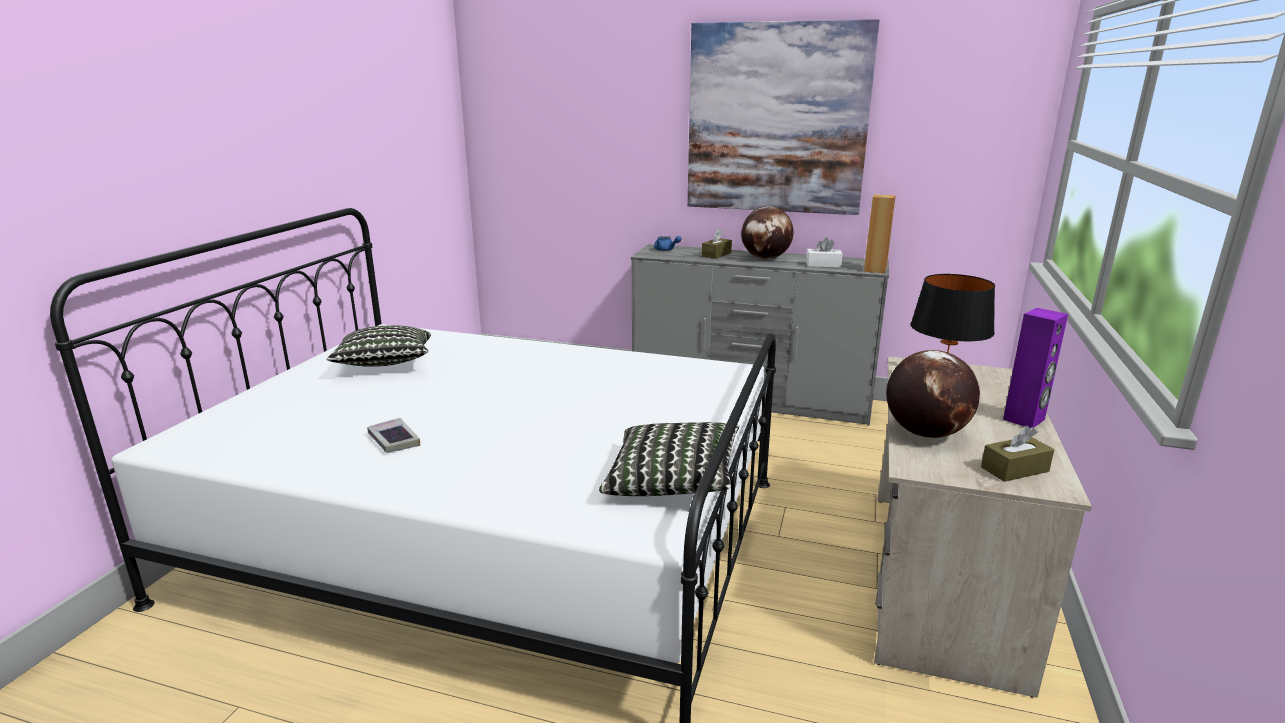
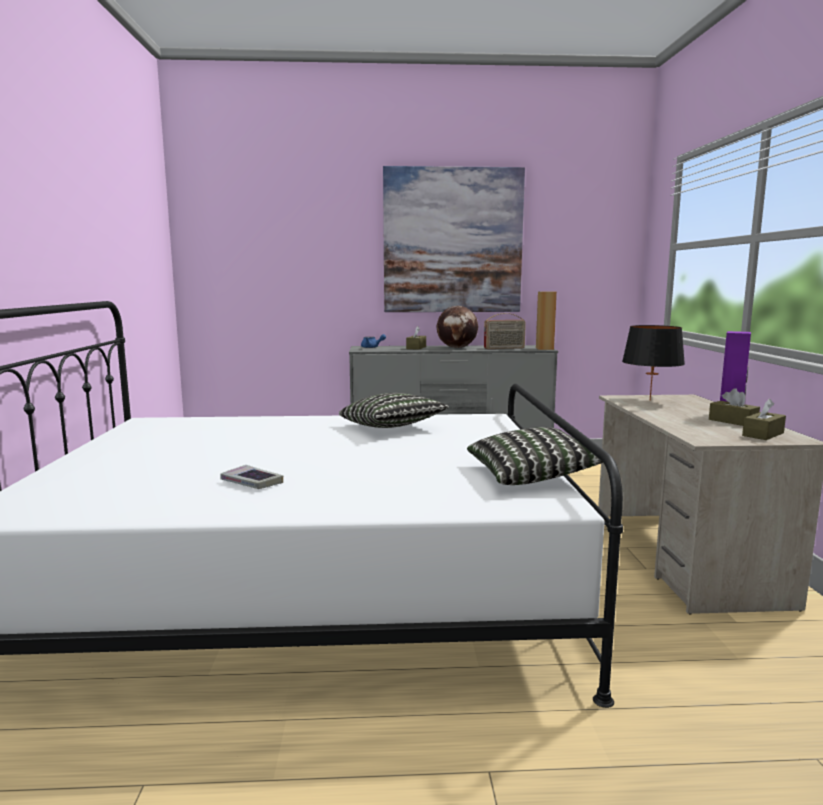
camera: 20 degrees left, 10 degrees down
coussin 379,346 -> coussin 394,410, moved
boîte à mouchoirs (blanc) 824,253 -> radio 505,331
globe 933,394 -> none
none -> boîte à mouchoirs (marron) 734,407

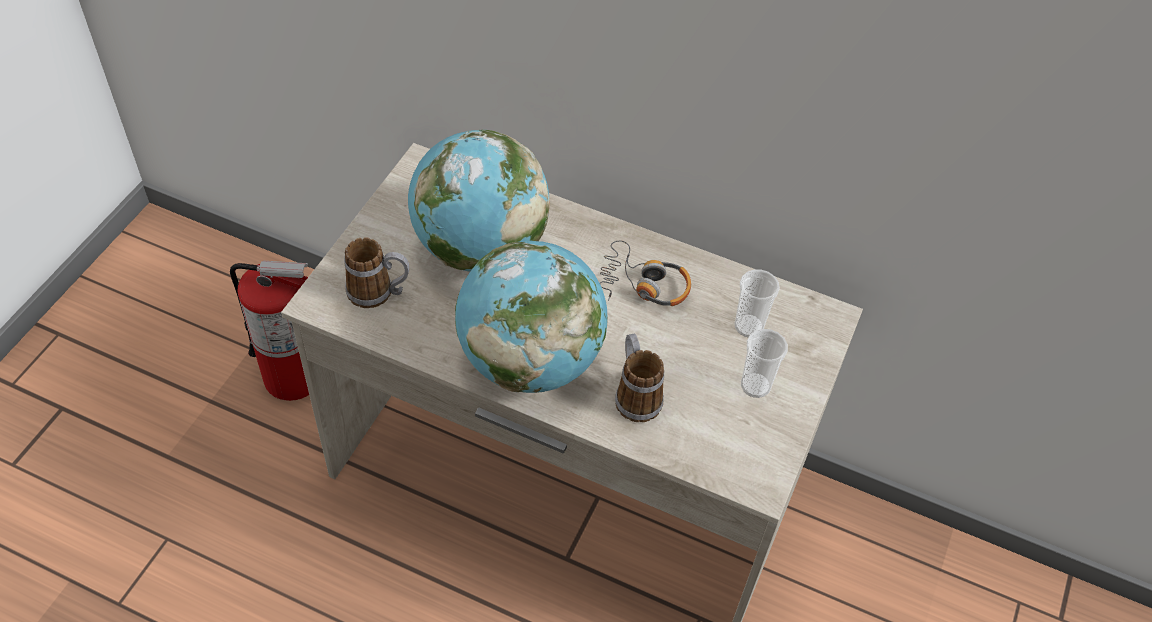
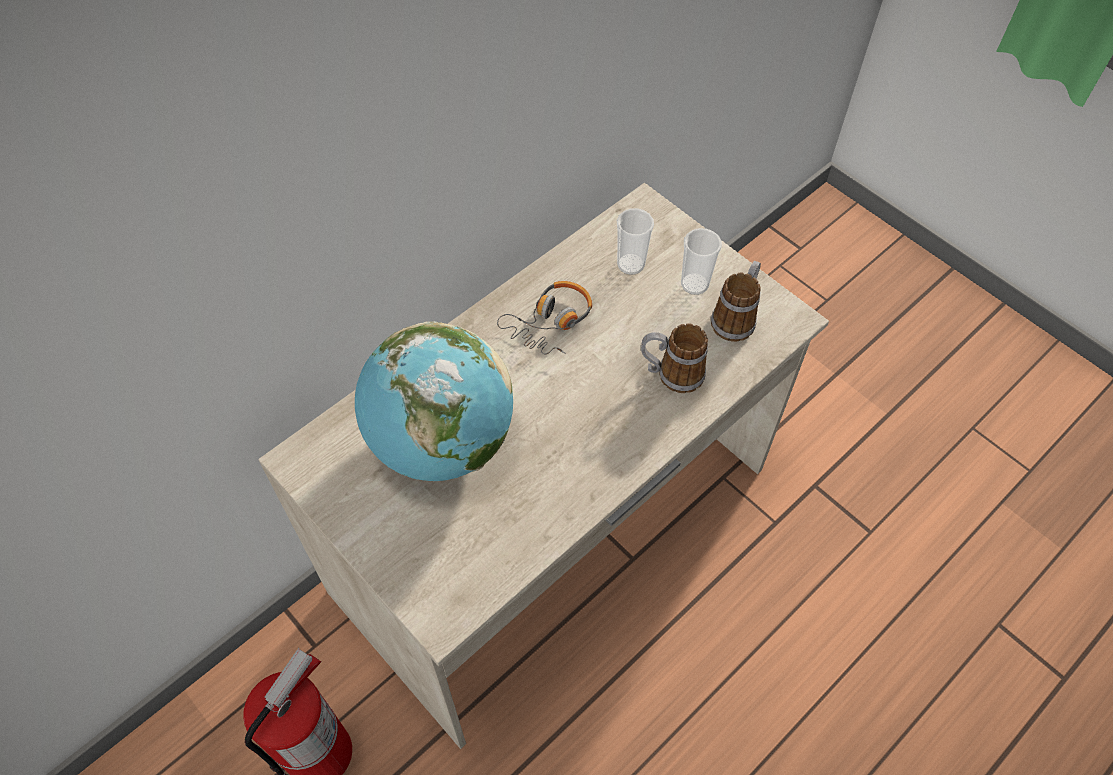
camera: 65 degrees left, 5 degrees up
mug 377,272 -> mug 736,301, moved
globe 531,317 -> none

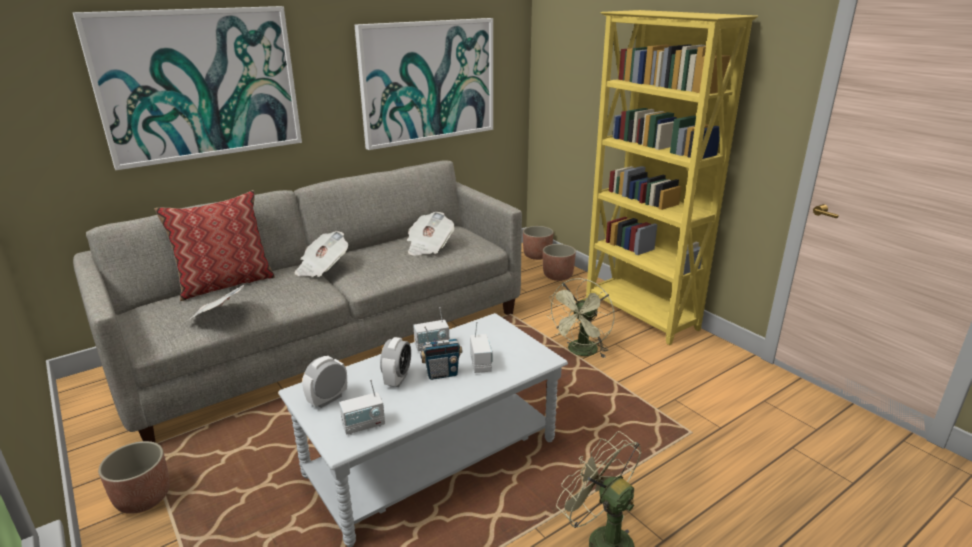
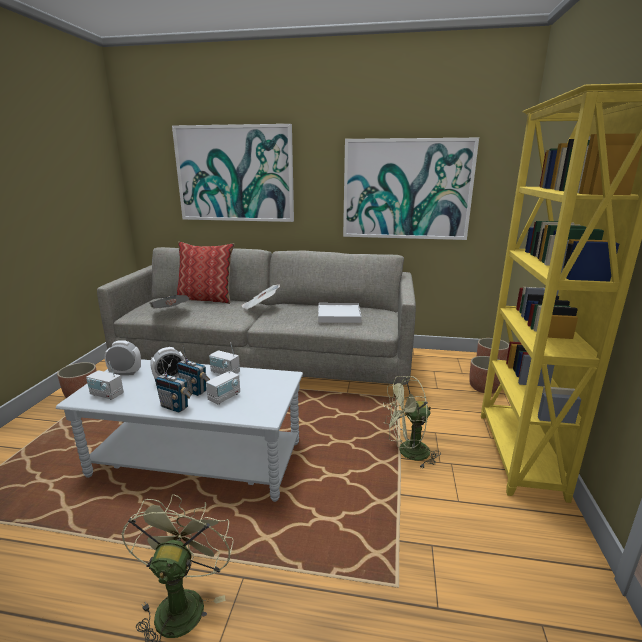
camera: 45 degrees right, 5 degrees down
journal 431,233 -> plateau (blanc) 340,313
none -> radio 173,386

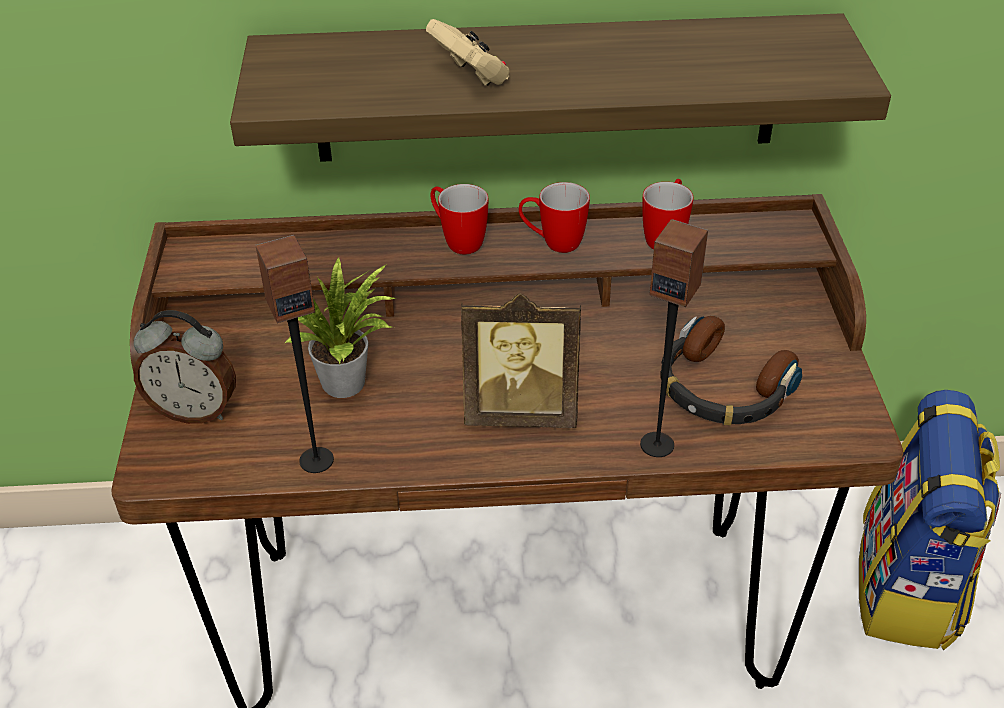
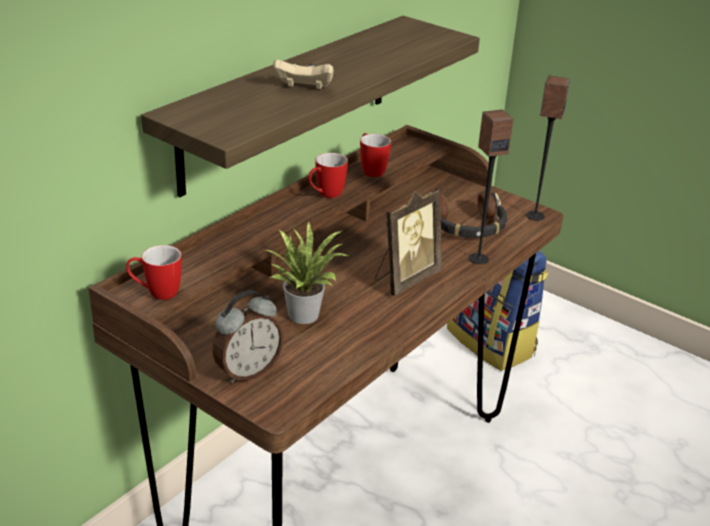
camera: 50 degrees left, 10 degrees down
enceinte 295,354 -> enceinte 548,148, moved
mug 459,219 -> mug 154,272, moved

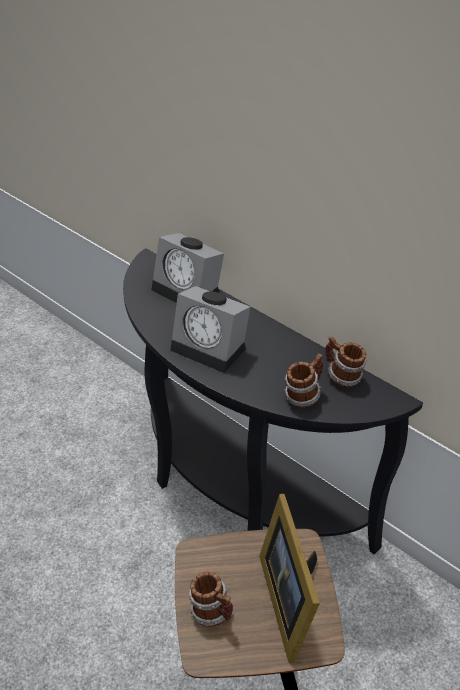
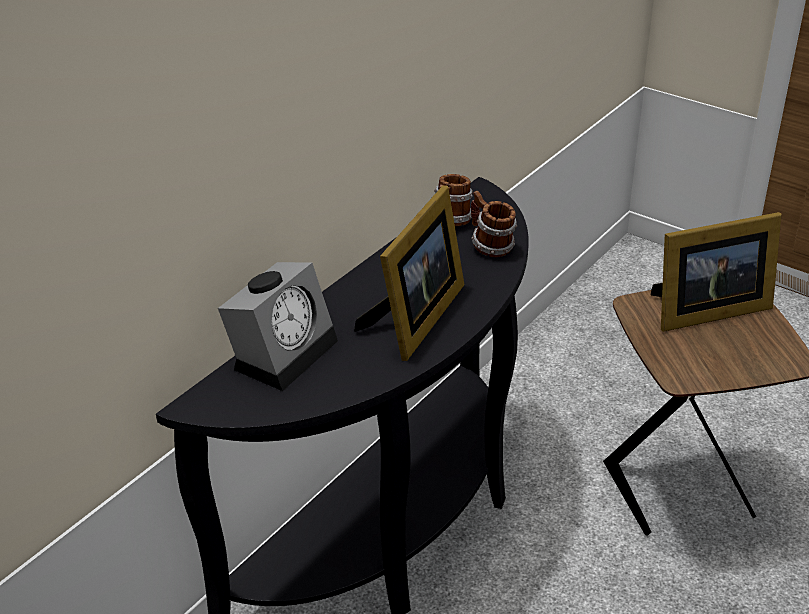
camera: 95 degrees left, 5 degrees down
réveil 210,329 -> cadre photo 409,273
mug 211,599 -> none

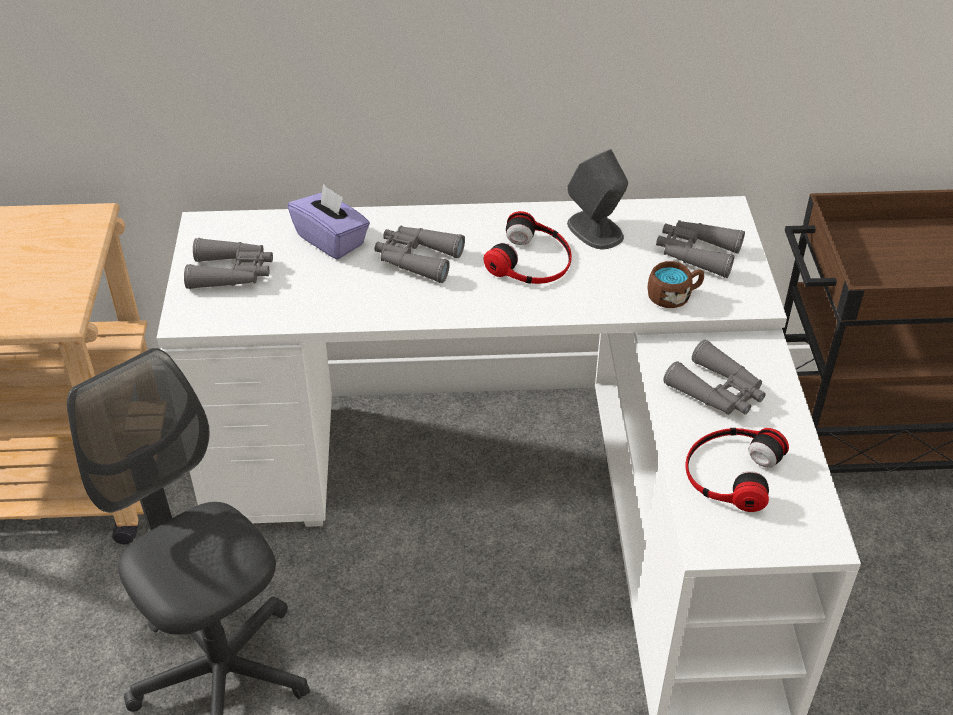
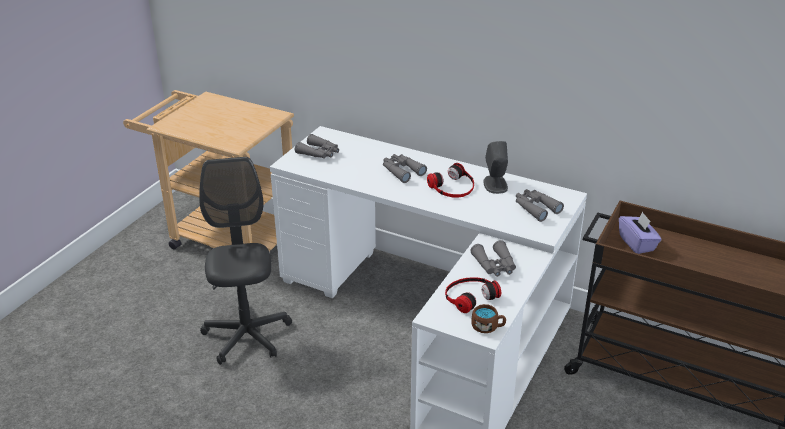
camera: 30 degrees right, 10 degrees down
boîte à mouchoirs (violet) 329,222 -> boîte à mouchoirs (violet) 640,232, moved
mug (marron) 676,284 -> mug (marron) 488,318, moved

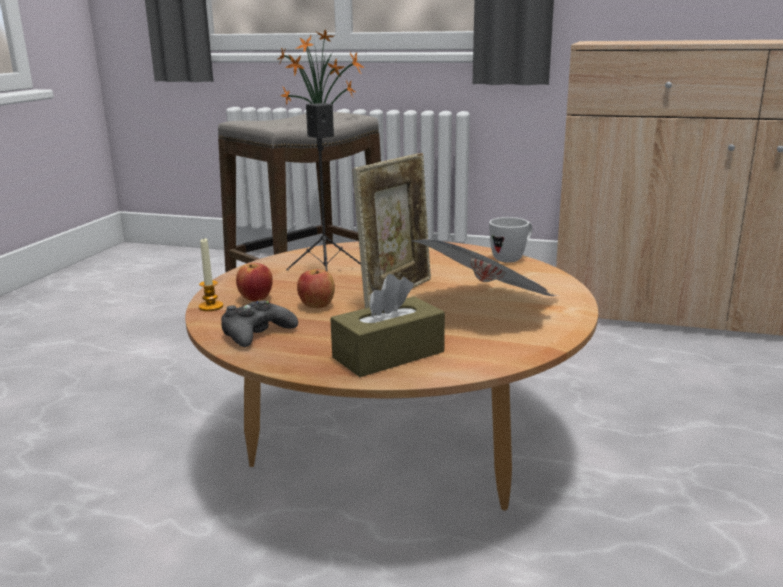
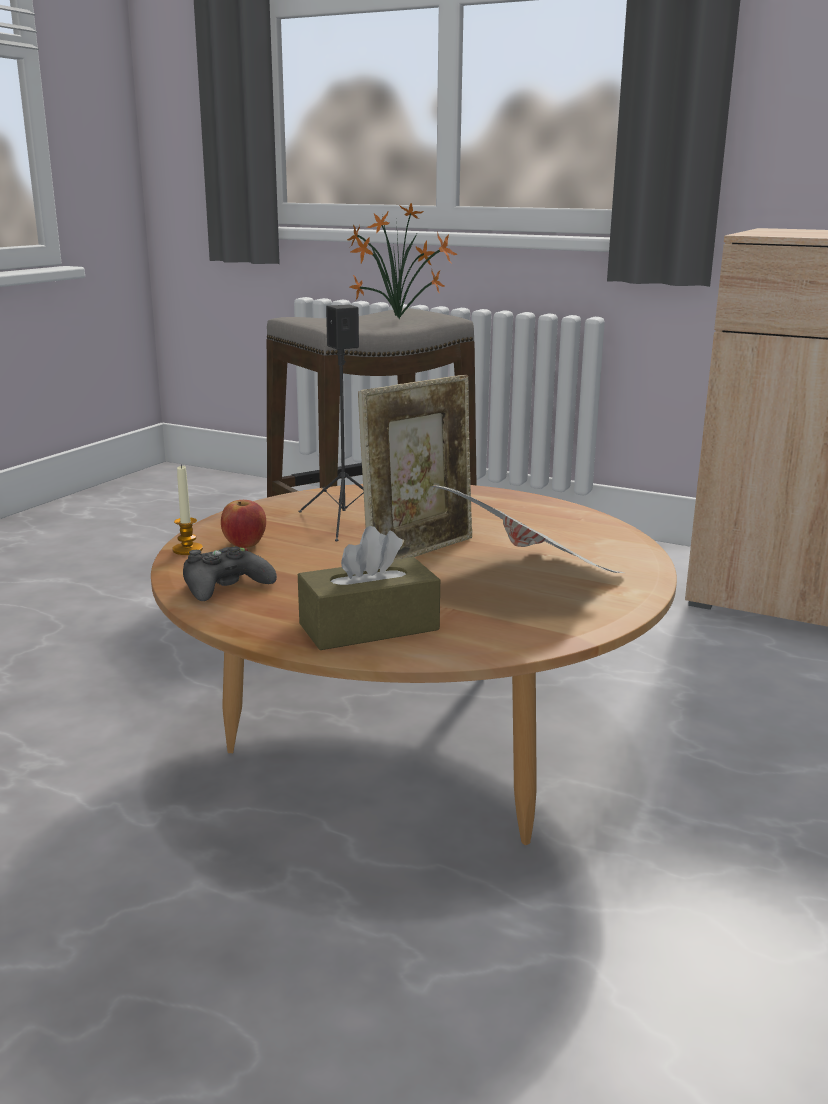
camera: 10 degrees right, 0 degrees up
pomme 316,288 -> none
mug (blanc) 511,240 -> none

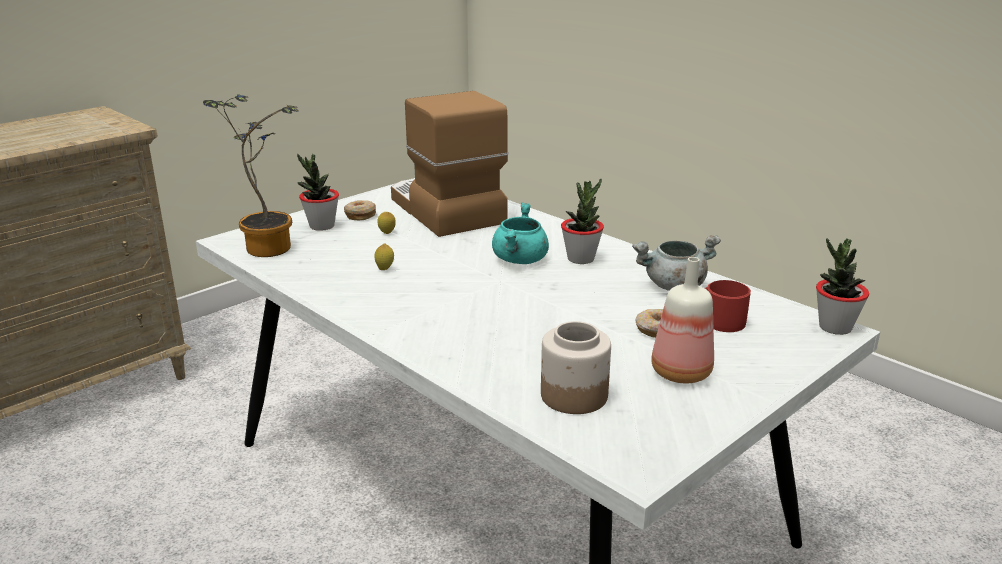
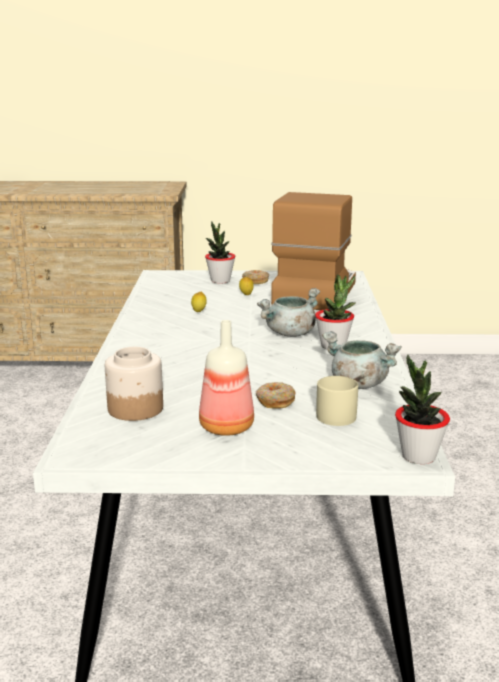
camera: 45 degrees right, 5 degrees down
plante en pot 250,175 -> none
marmite (turquoise) 520,233 -> marmite (gris) 288,312
mug (rouge) 728,306 -> mug (beige) 337,401

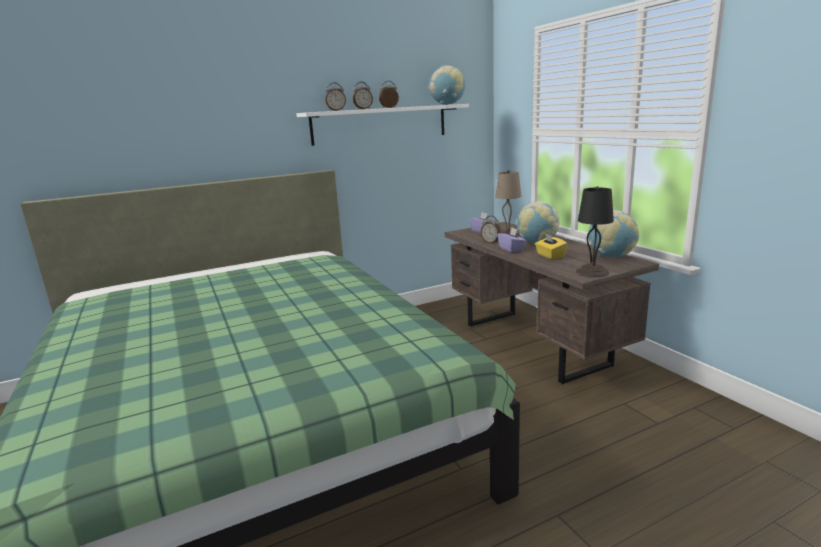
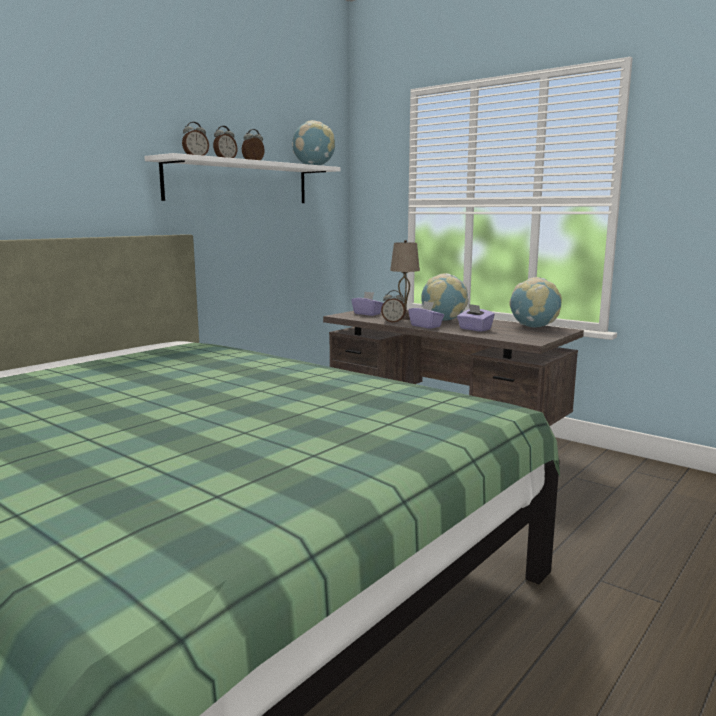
camera: 25 degrees left, 5 degrees down
boîte à mouchoirs (jaune) 551,246 -> boîte à mouchoirs (violet) 476,318
lampe de table (noir) 595,231 -> none

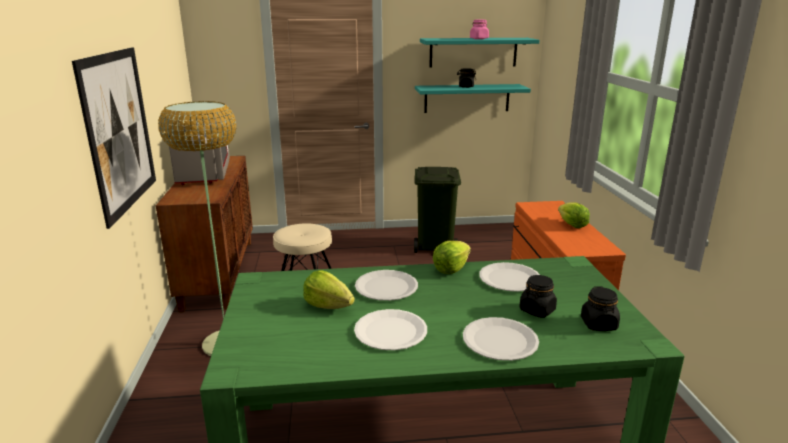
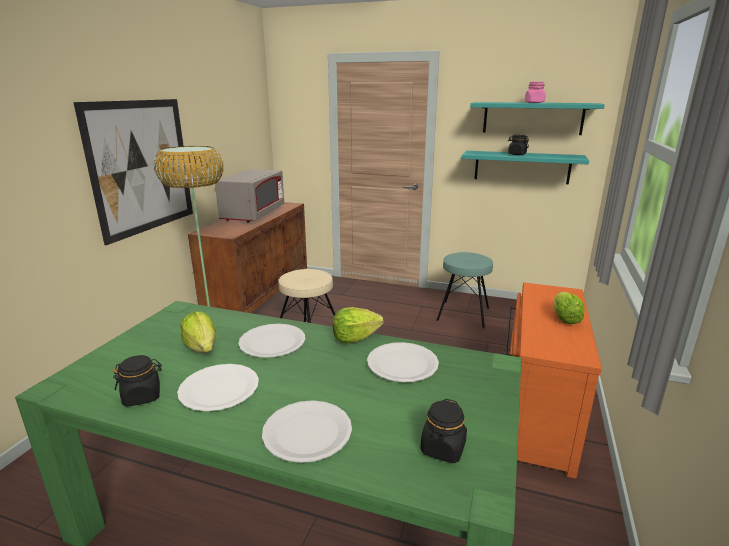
camera: 25 degrees right, 0 degrees up
poubelle (vert) 437,210 -> tabouret (turquoise) 464,290
bocal (noir) 538,296 -> bocal (noir) 137,381, moved

